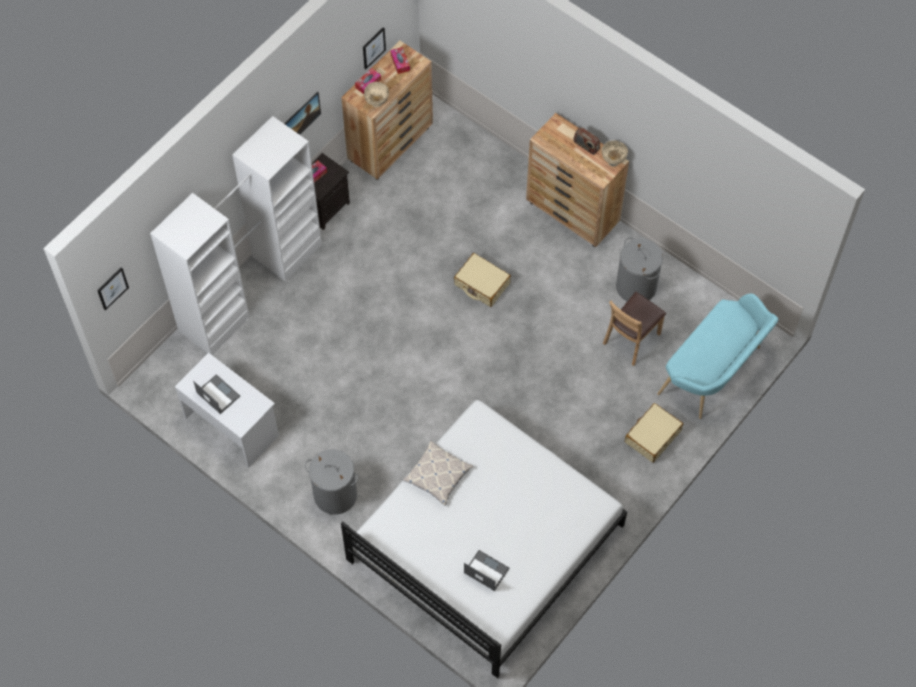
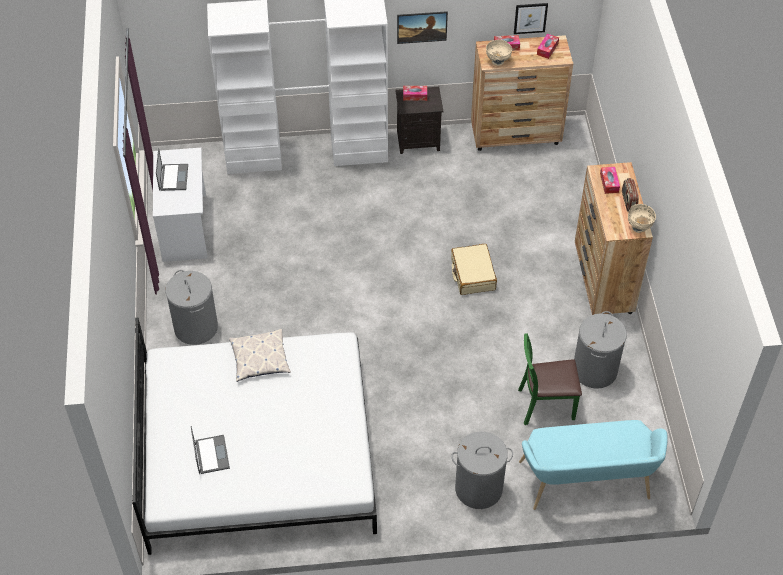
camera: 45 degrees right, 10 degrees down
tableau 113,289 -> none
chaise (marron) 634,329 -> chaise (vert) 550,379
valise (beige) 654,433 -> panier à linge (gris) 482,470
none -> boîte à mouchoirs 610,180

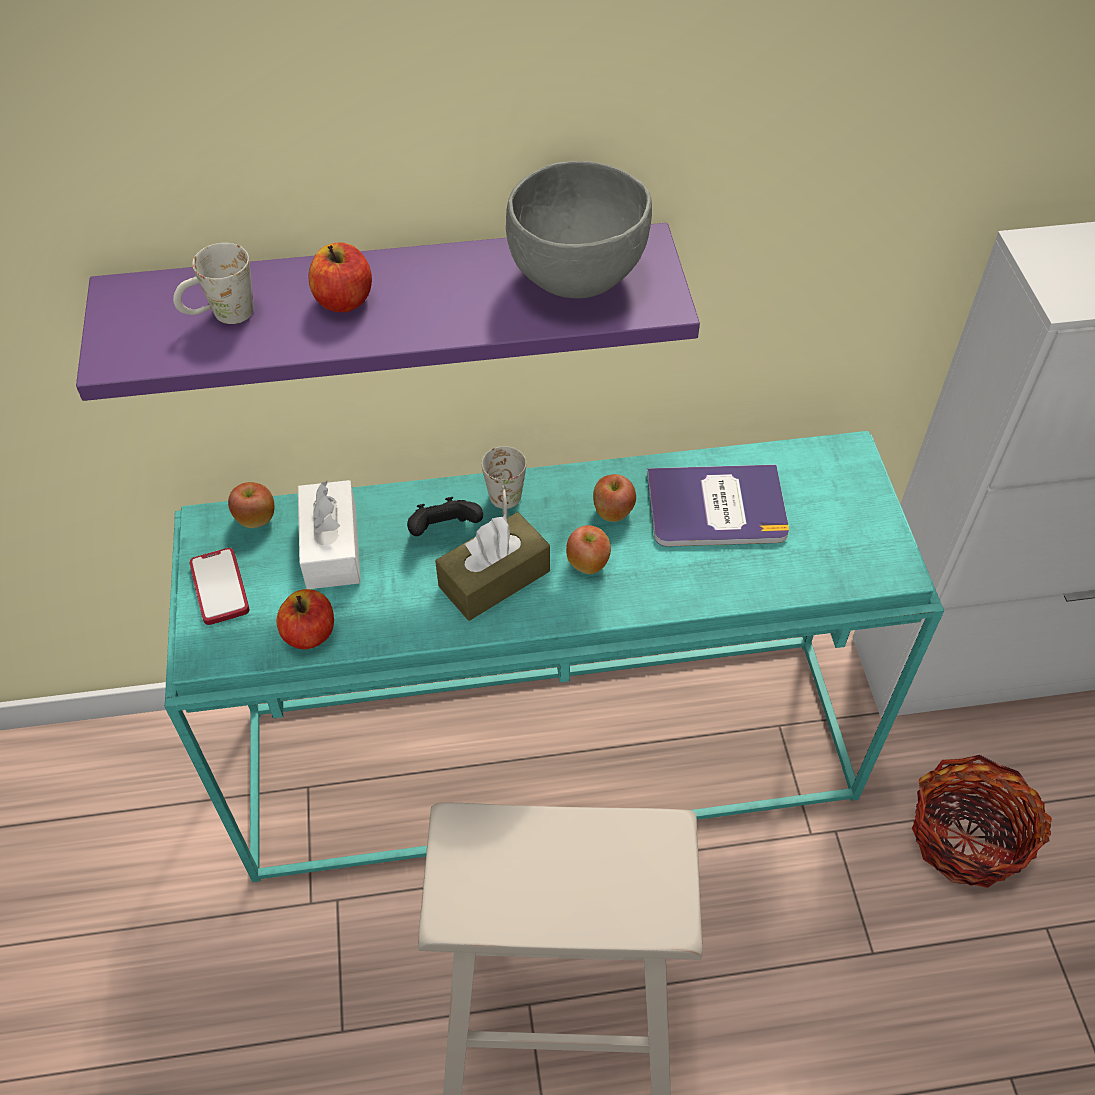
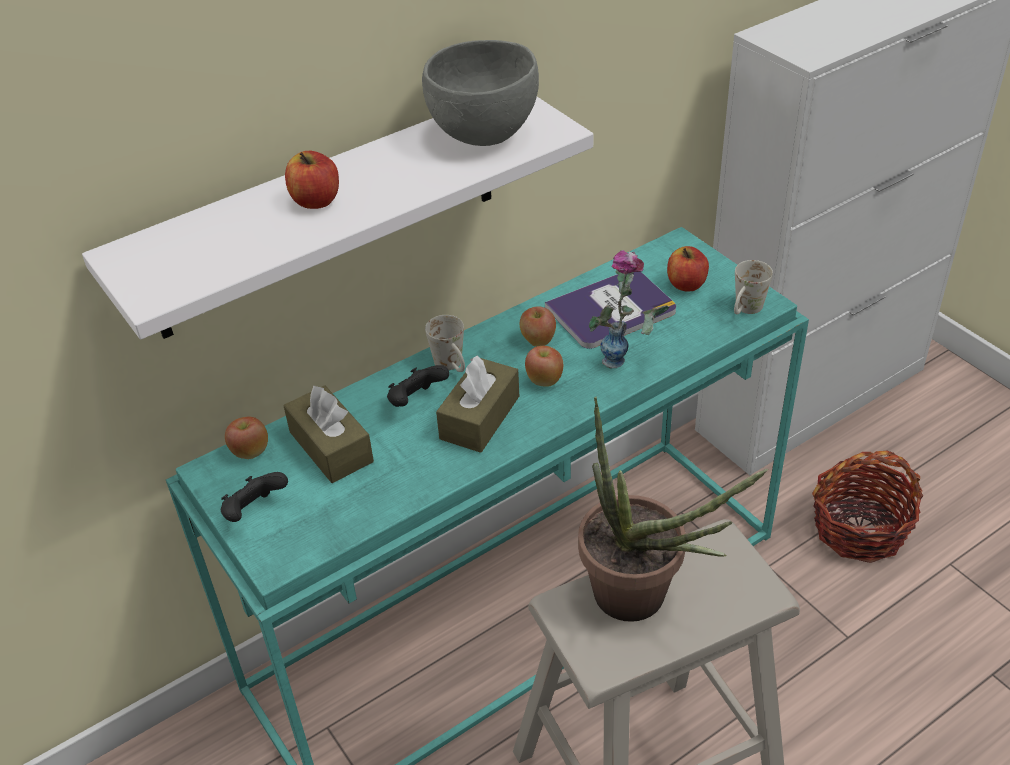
camera: 25 degrees left, 10 degrees down
étagère (violet) 388,312 -> étagère (blanc) 337,218
mug (blanc) 213,283 -> mug (blanc) 753,287, moved
téléphone 219,586 -> manette (noir) 254,497
pomme 305,619 -> pomme 688,269, moved
boîte à mouchoirs (blanc) 329,534 -> boîte à mouchoirs (marron) 329,434
none -> plante en pot 673,509
none -> vase 629,309

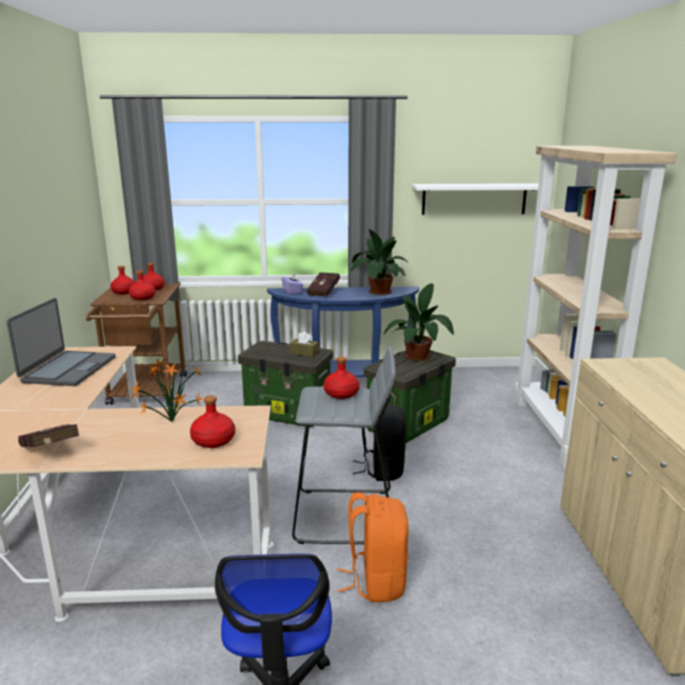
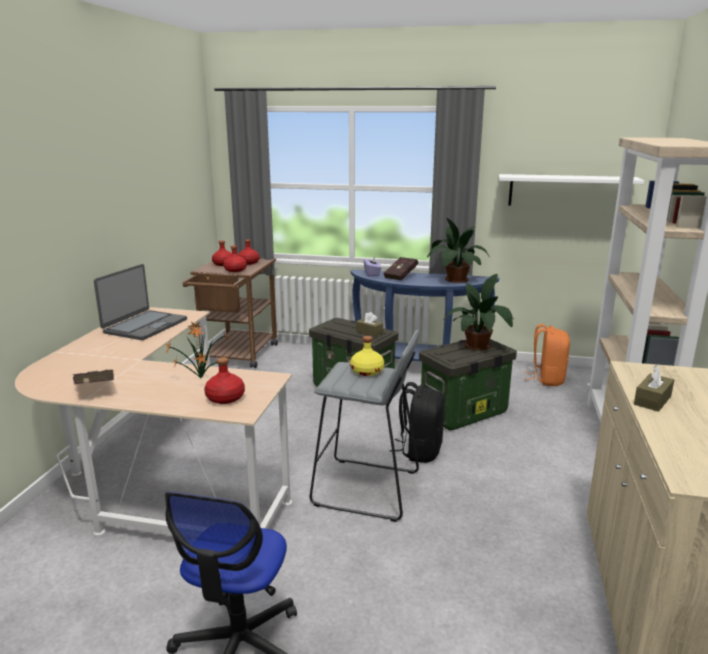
camera: 15 degrees right, 0 degrees up
bouteille (rouge) 342,378 -> bouteille (jaune) 367,356
sac à dos (orange) 373,547 -> sac à dos (orange) 547,355, moved
none -> boîte à mouchoirs (marron) 654,388

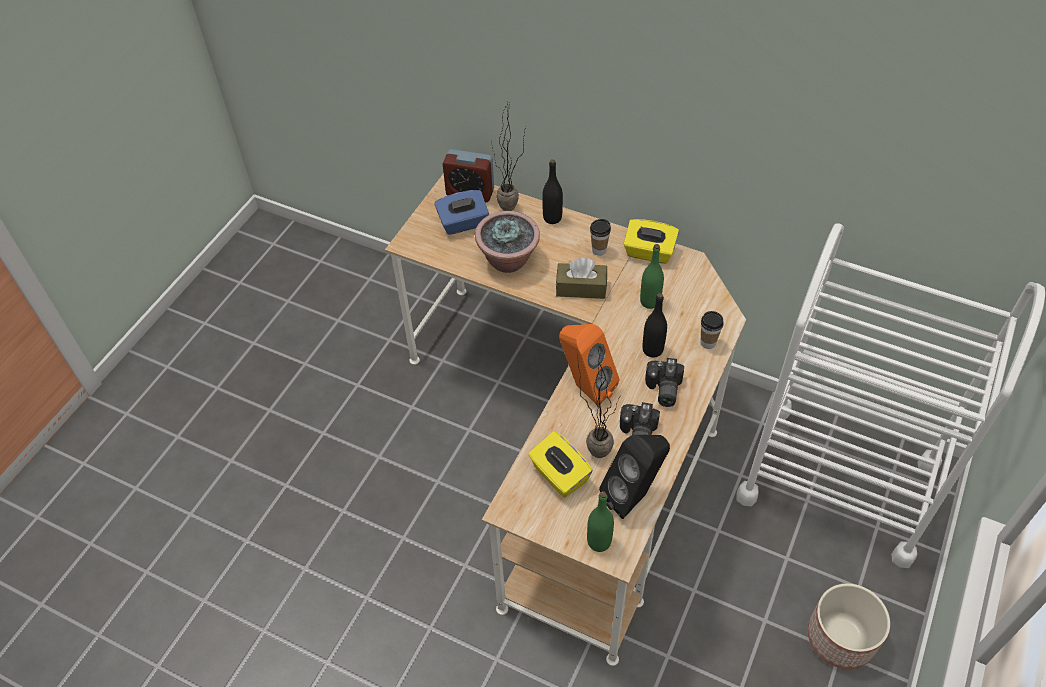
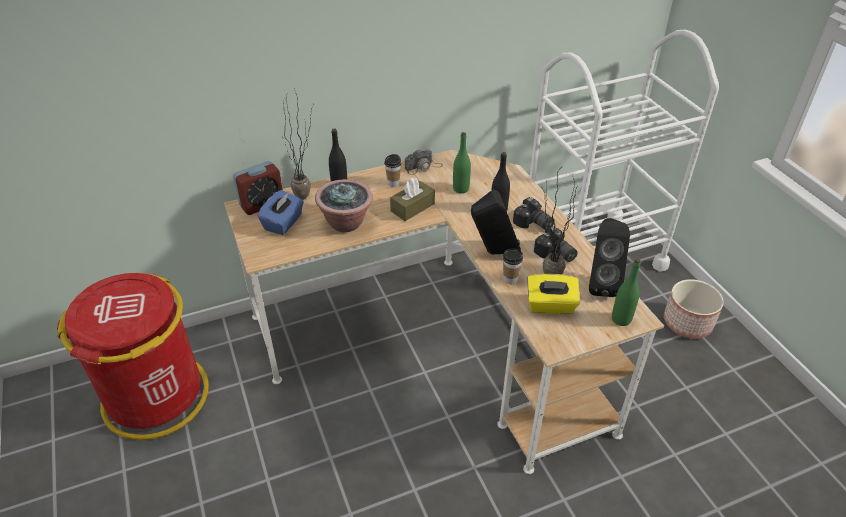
camera: 50 degrees left, 10 degrees down
enceinte (orange) 589,365 -> enceinte (noir) 496,222
boîte à mouchoirs (jaune) 651,241 -> appareil photo 424,162
tasse 712,330 -> tasse 513,266, moved
none -> poubelle (rouge) 133,356

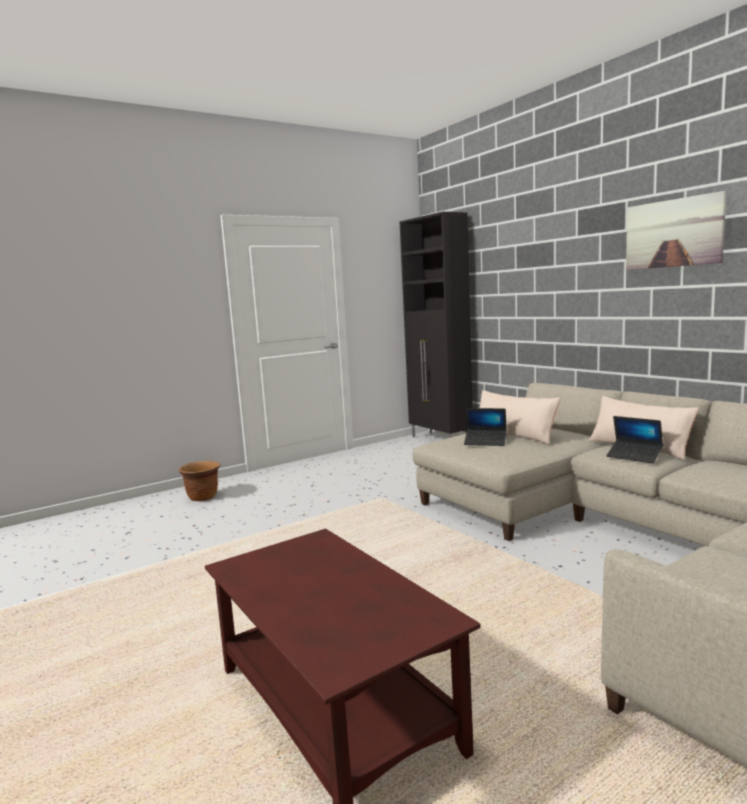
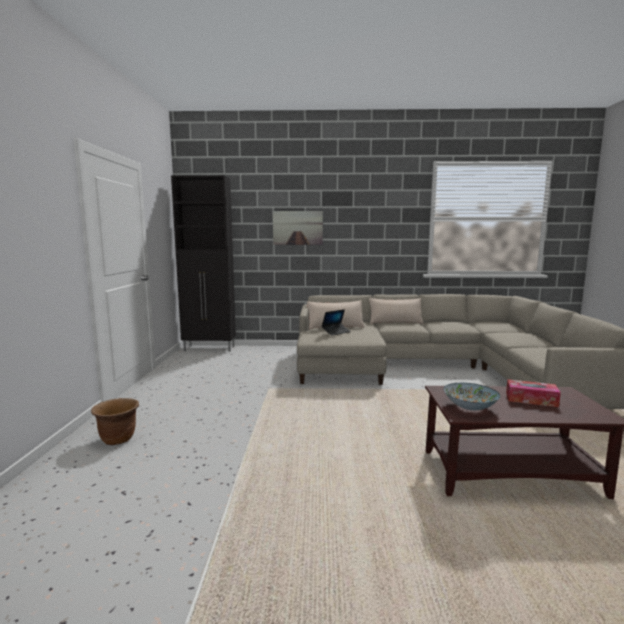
camera: 55 degrees left, 0 degrees up
ordinateur portable 634,439 -> none
tableau 676,230 -> tableau 298,228, moved
none -> bol 471,396
none -> boîte à mouchoirs 533,393

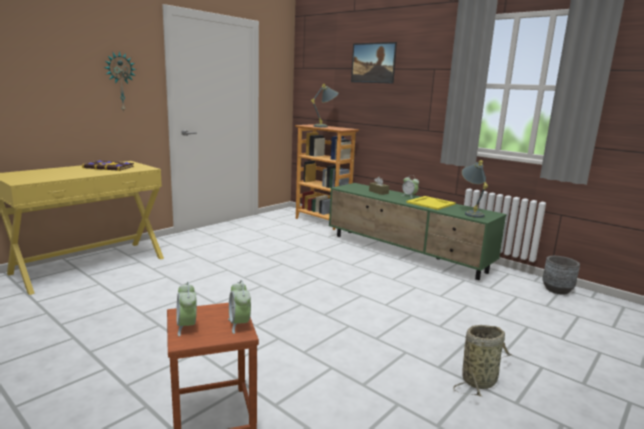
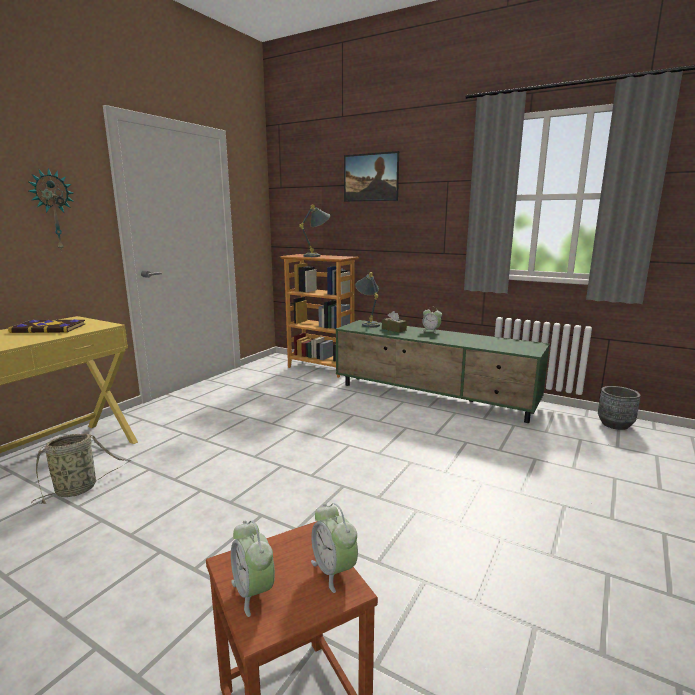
camera: 10 degrees left, 0 degrees up
plateau (jaune) 431,203 -> none
panier 482,360 -> panier 81,468, moved
lampe de table (gris) 475,189 -> lampe de table (gris) 367,299, moved

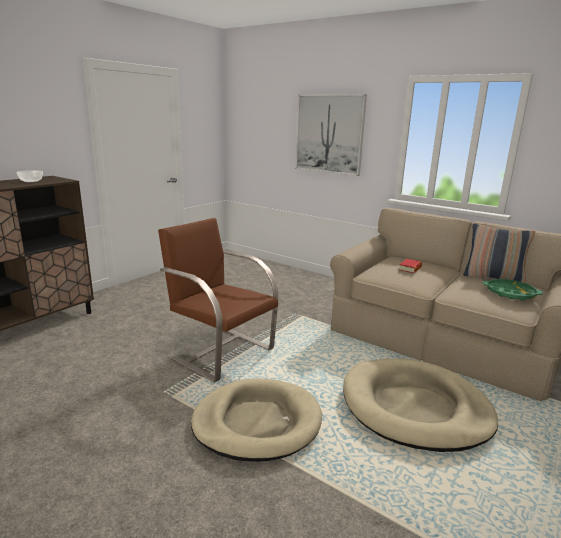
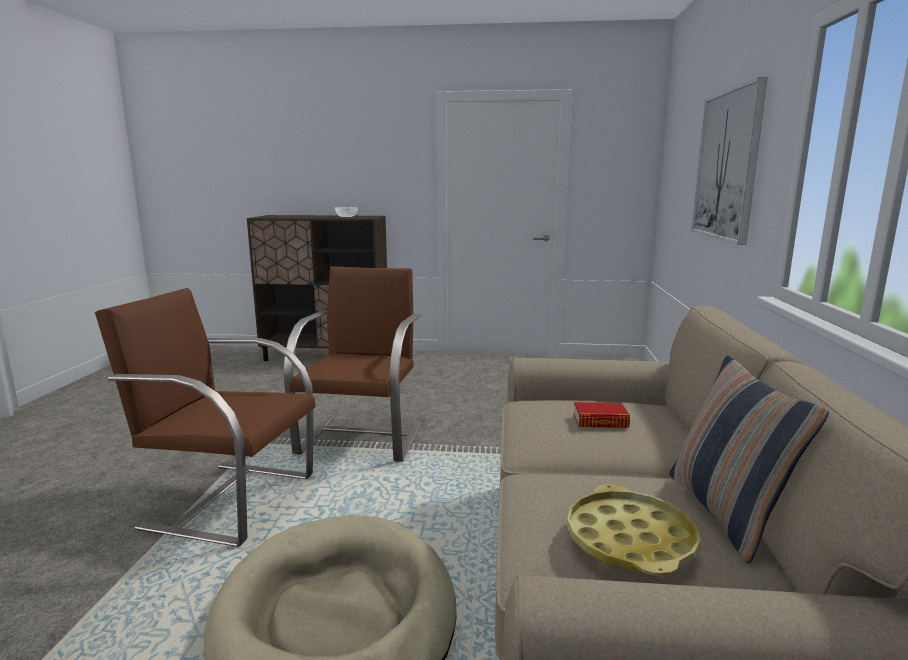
camera: 60 degrees right, 5 degrees down
panier pour chien (beige) 256,420 -> fauteuil (marron) 205,417
plateau (vert) 513,290 -> plateau (jaune) 634,530

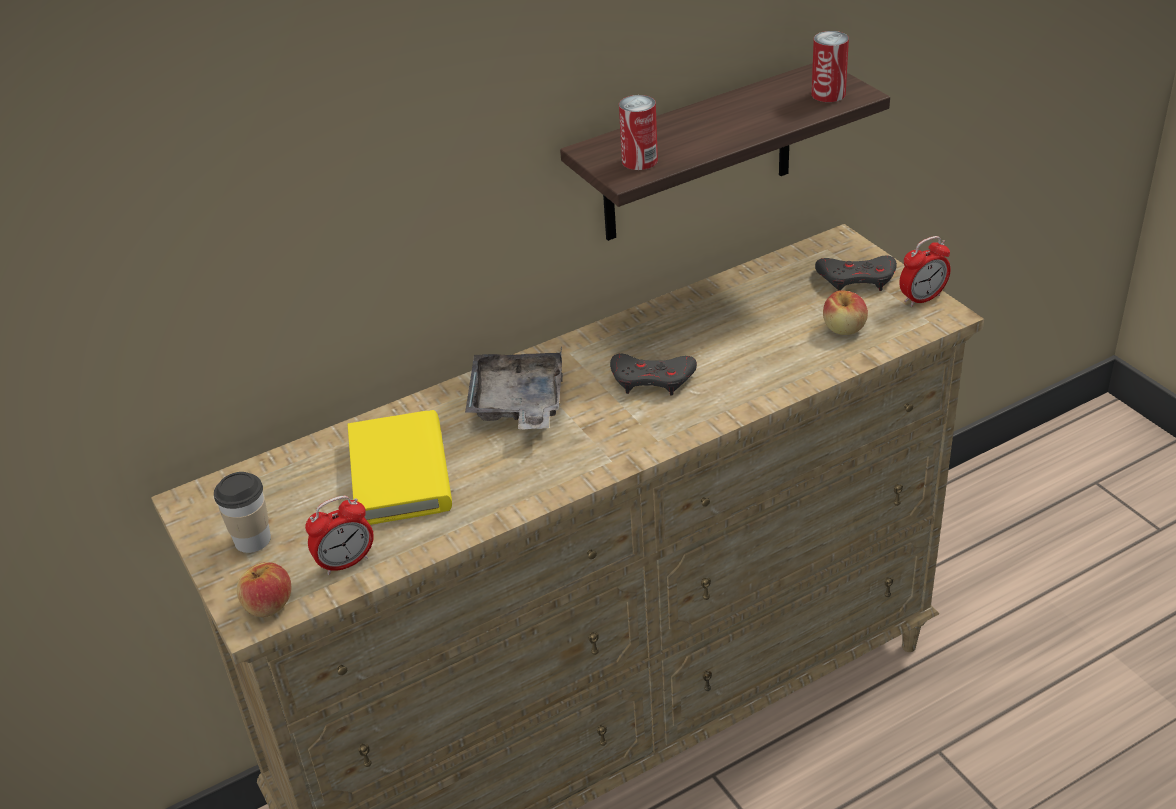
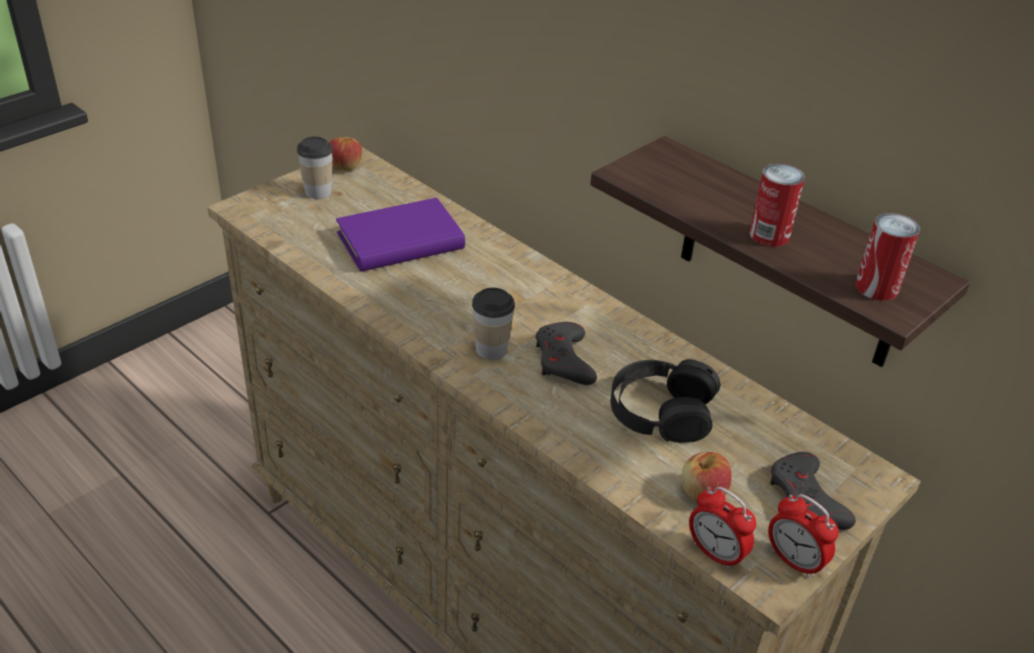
camera: 70 degrees right, 0 degrees up
pomme 264,589 -> pomme 345,154, moved
réveil 339,535 -> réveil 722,528, moved
livre (jaune) 400,467 -> livre (violet) 400,235
plateau (gris) 514,388 -> none
boîte métallique 638,132 -> boîte métallique 777,205, moved
none -> tasse 493,324
none -> casque audio (noir) 665,401

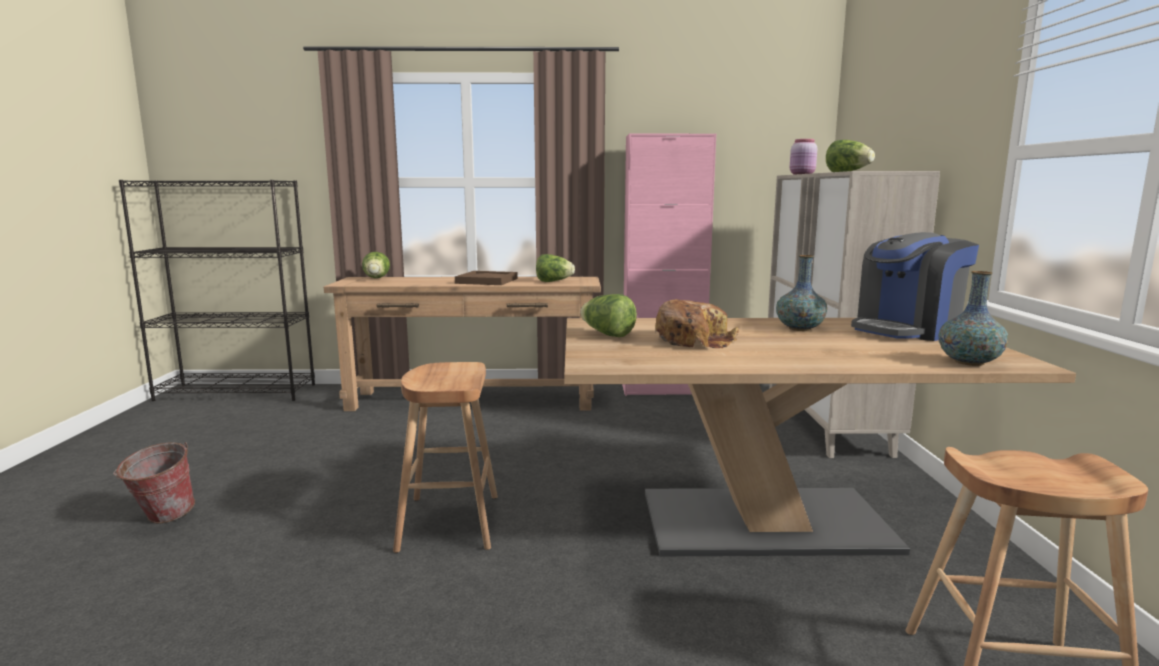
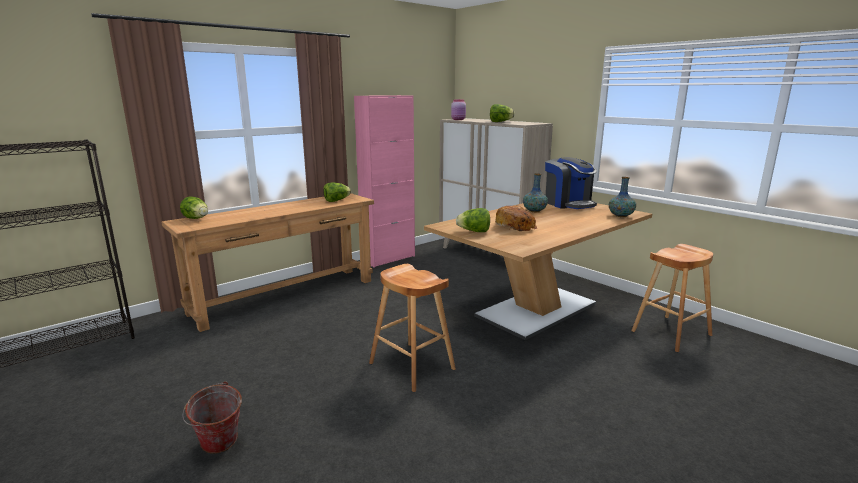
camera: 40 degrees left, 5 degrees up
plateau (marron) 486,278 -> none
machine à café 915,286 -> machine à café 571,183, 45 degrees counterclockwise

